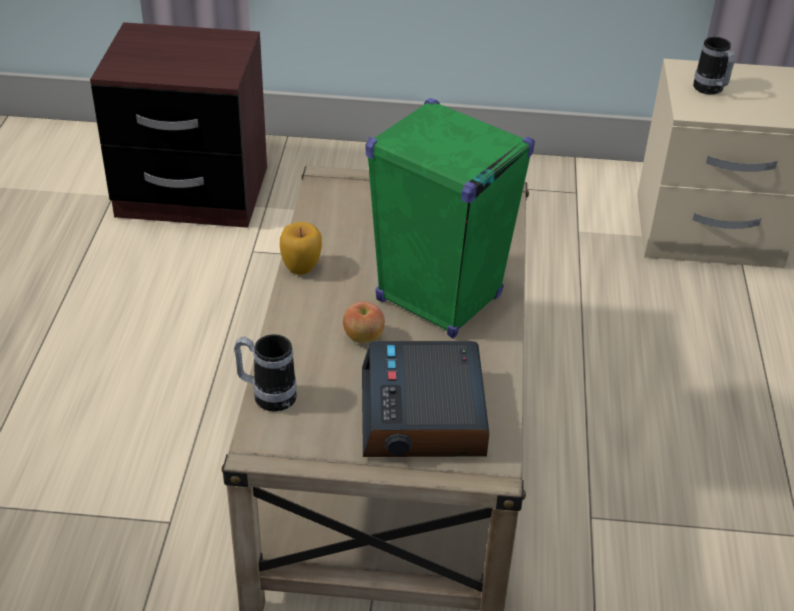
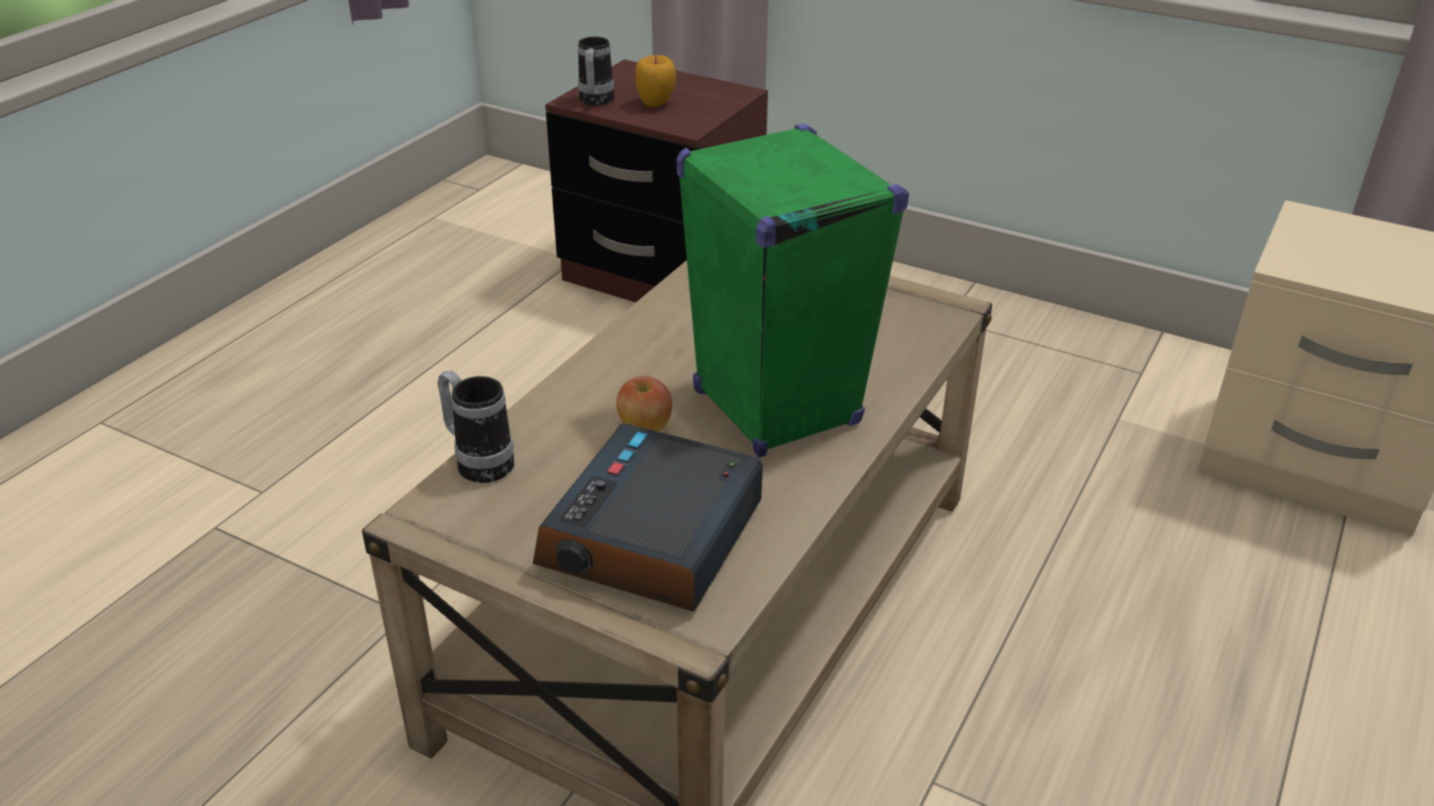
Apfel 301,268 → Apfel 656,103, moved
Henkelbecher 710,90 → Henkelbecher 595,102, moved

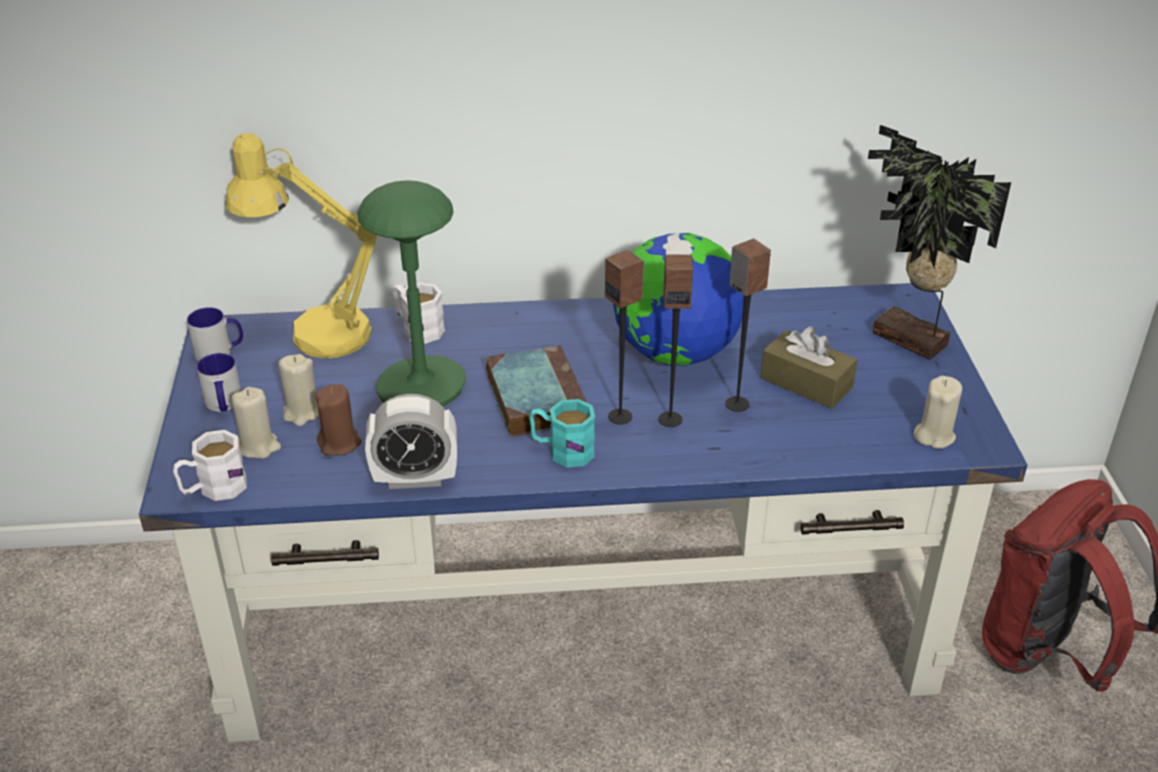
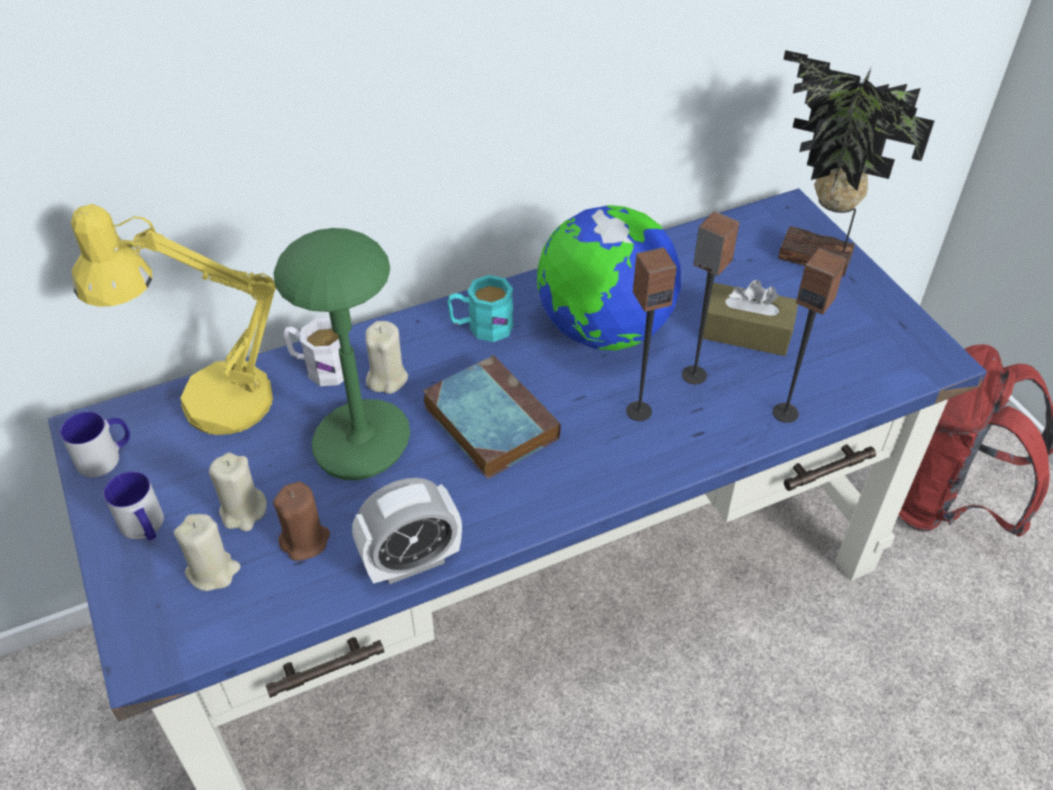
Henkelbecher/weiß 214,489 → -
Henkelbecher/türkis 562,451 → Henkelbecher/türkis 481,327, moved
Lautsprecher 620,416 → Lautsprecher 785,412, moved
Kerze/beige 934,435 → Kerze/beige 387,378, moved

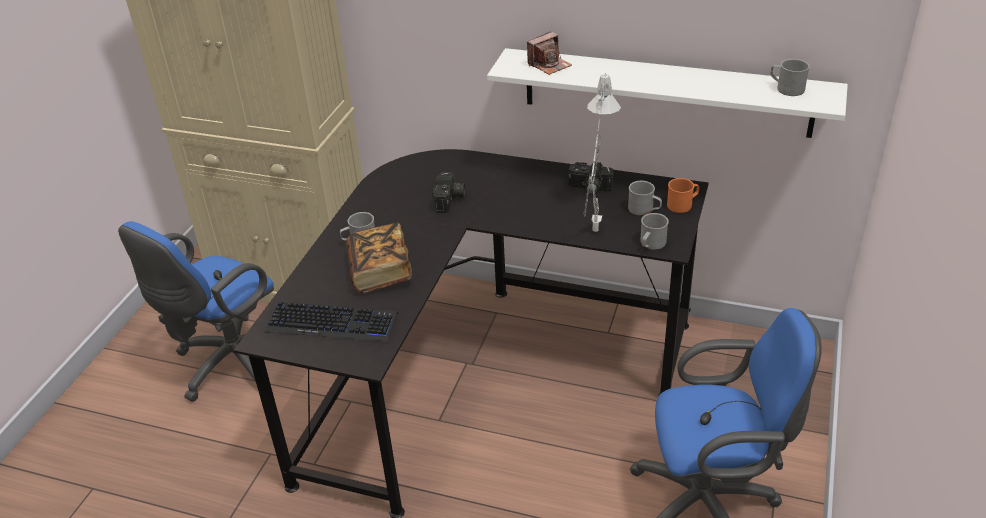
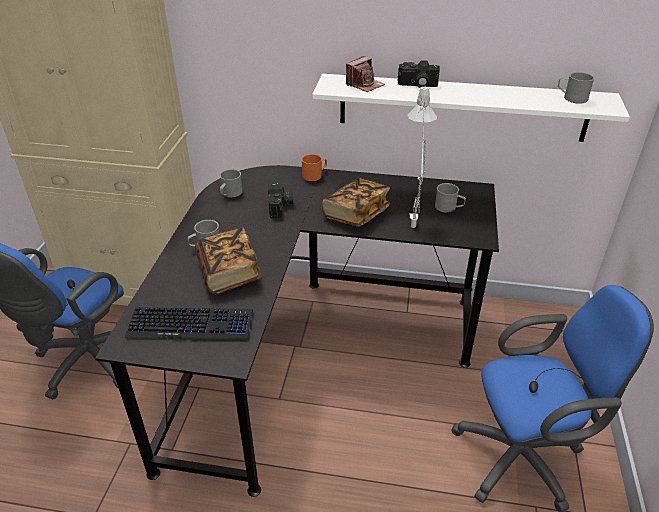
- → Buch 356,214
Kamera 589,188 → Kamera 417,85, moved
Henkelbecher/grau 651,244 → Henkelbecher/grau 230,194, moved
Henkelbecher/orange 683,204 → Henkelbecher/orange 314,175, moved

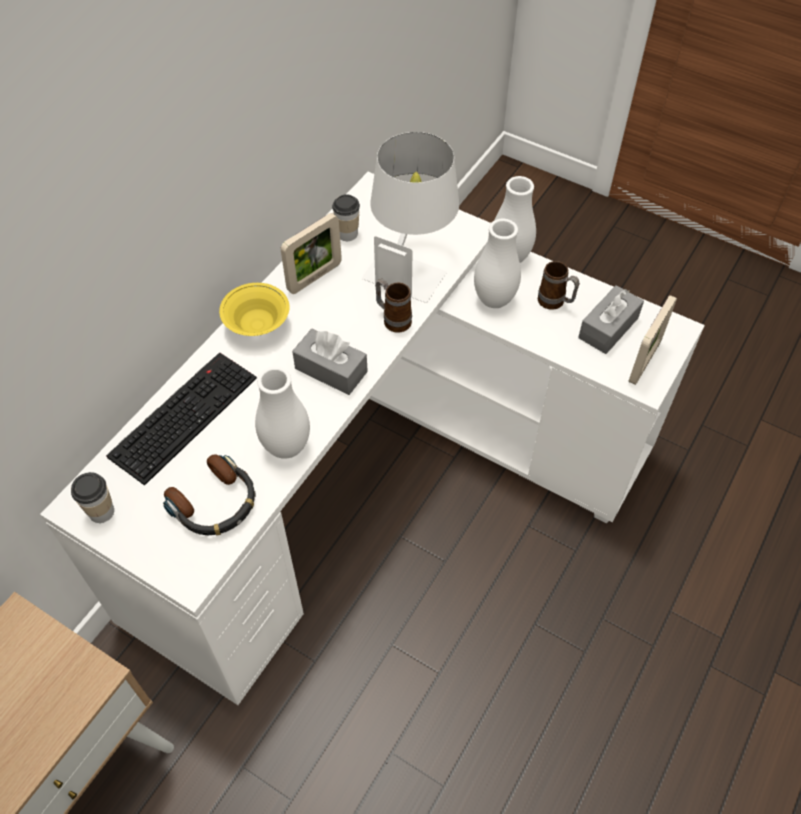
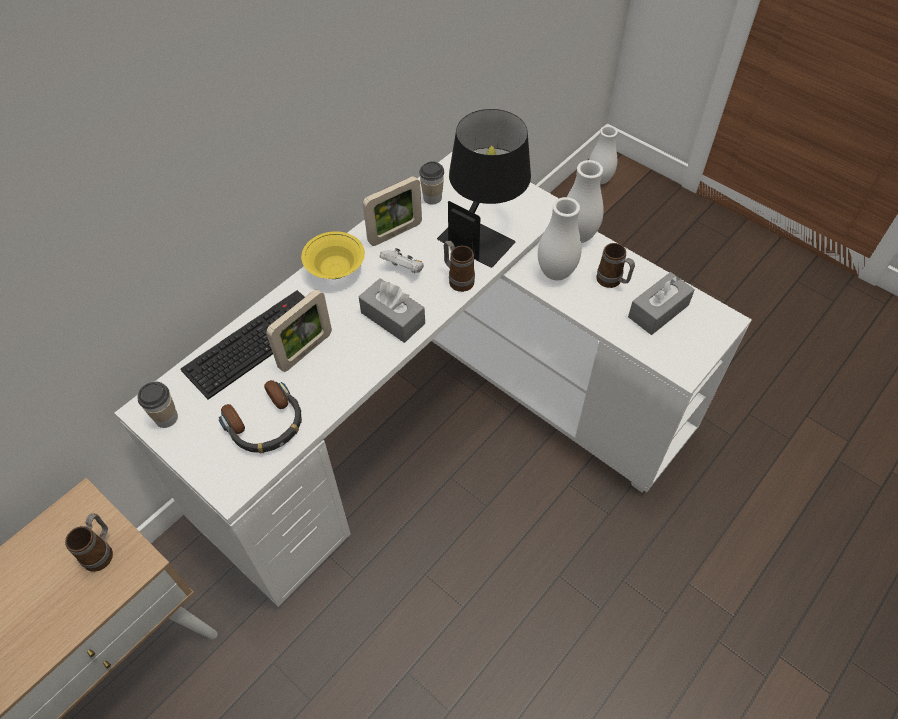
- → Henkelbecher 101,551
- → Gamepad/weiß 404,269
Vase/weiß 286,447 → Vase/weiß 599,180, moved
Bilderrahmen 644,362 → Bilderrahmen 306,351, moved
Tischlampe/weiß 411,264 → Tischlampe/schwarz 484,231

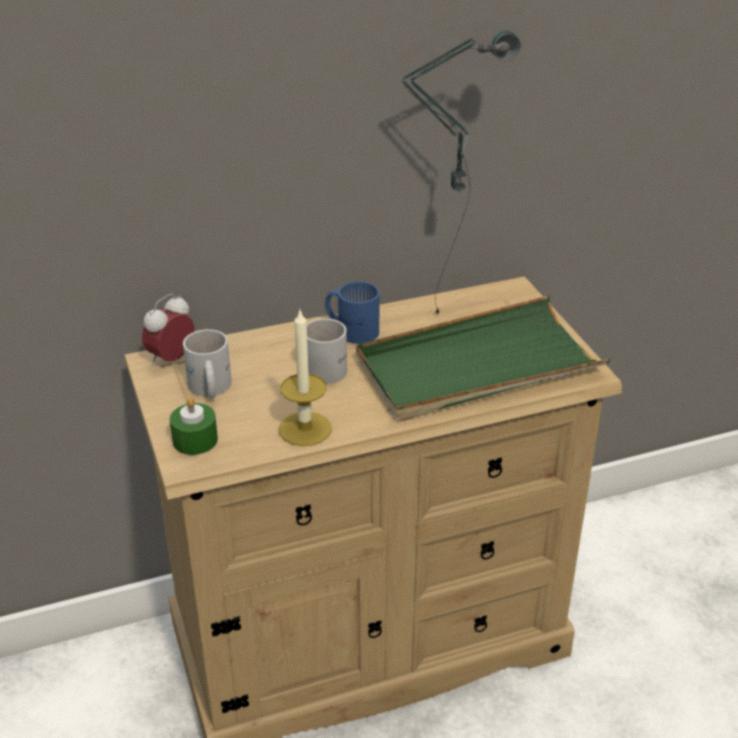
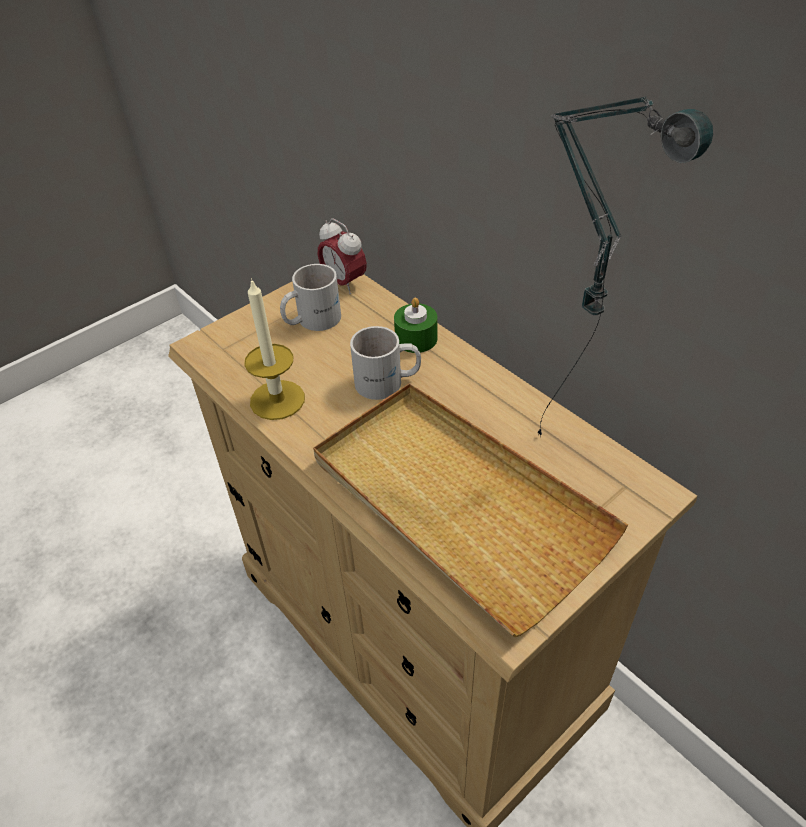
Henkelbecher/blau 352,329 → -
Kerze/grün 195,440 → Kerze/grün 416,338, moved
Tablett/grün 477,366 → Tablett/beige 456,502
Wecker 171,359 → Wecker 344,283, 150 degrees counterclockwise

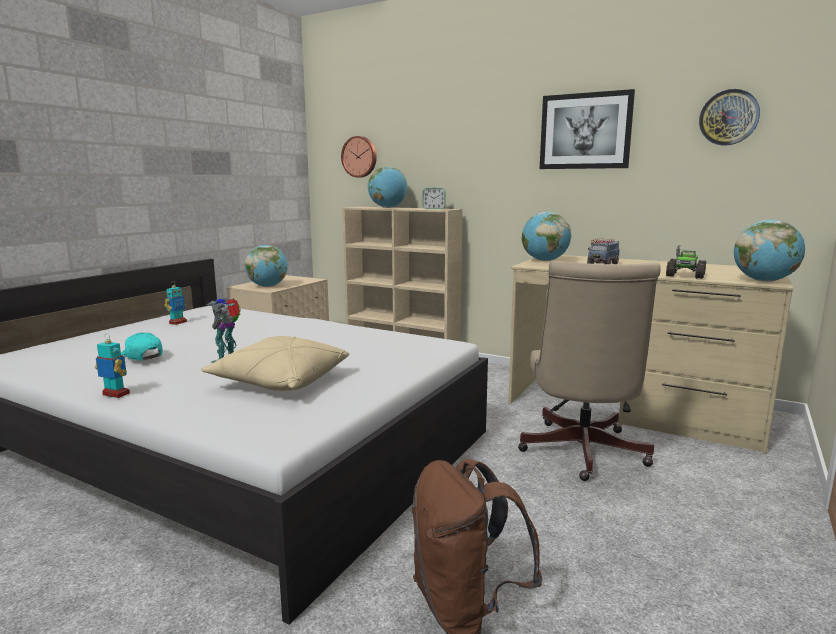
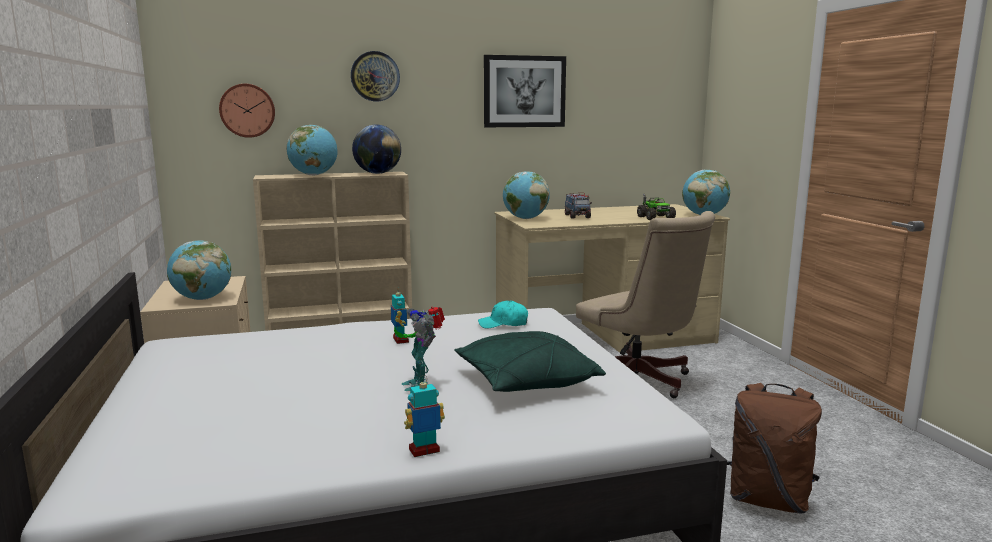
Kappe/türkis 142,356 → Kappe/türkis 503,324, moved
Spielzeugroboter 177,322 → Spielzeugroboter 400,340, moved
Wanduhr 728,117 → Wanduhr 375,76, moved
Wecker 434,209 → Globus 377,173
Kissen/beige 280,381 → Kissen/grün 525,382

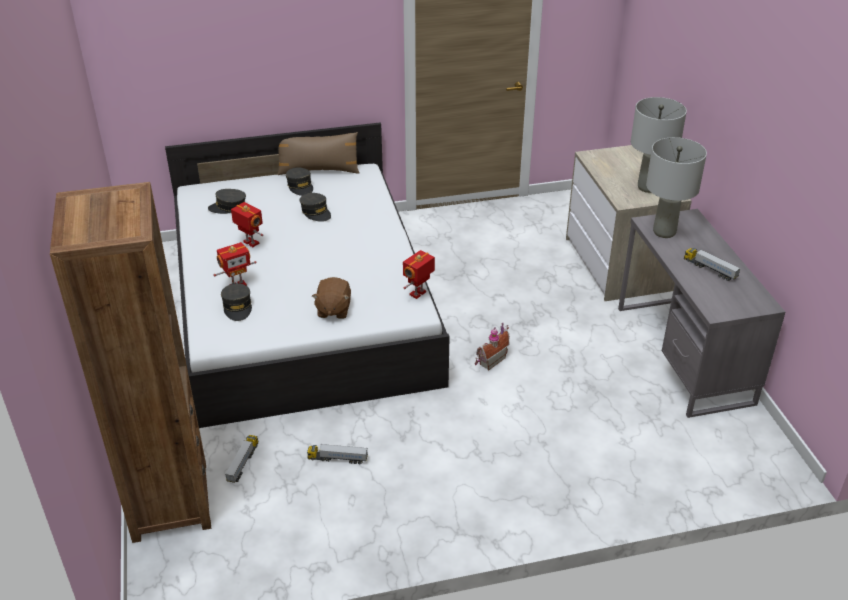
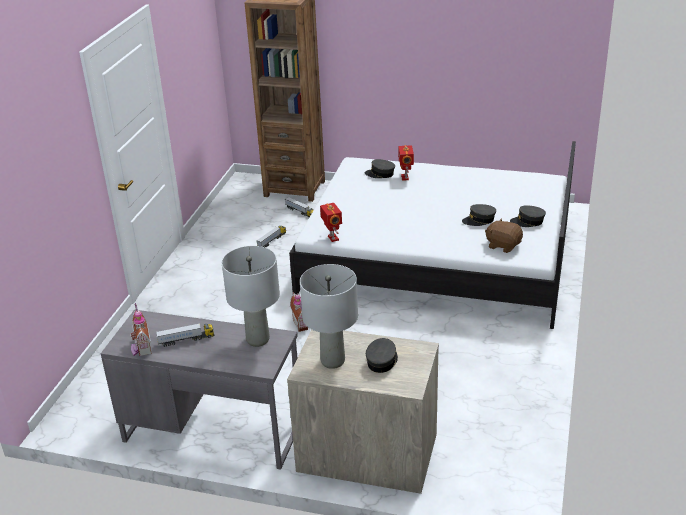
Spielzeugroboter 250,243 → -
Kissen/braun 318,170 → -
- → Spielzeughaus 141,348
Kappe/grau 228,207 → Kappe/grau 382,361, moved
Plüschtier/braun 333,310 → Plüschtier/braun 503,245, moved

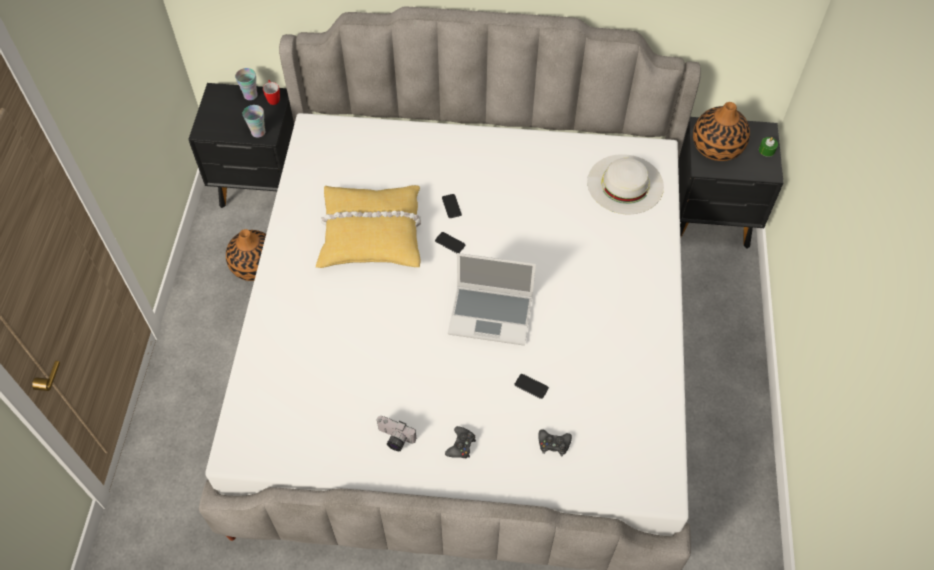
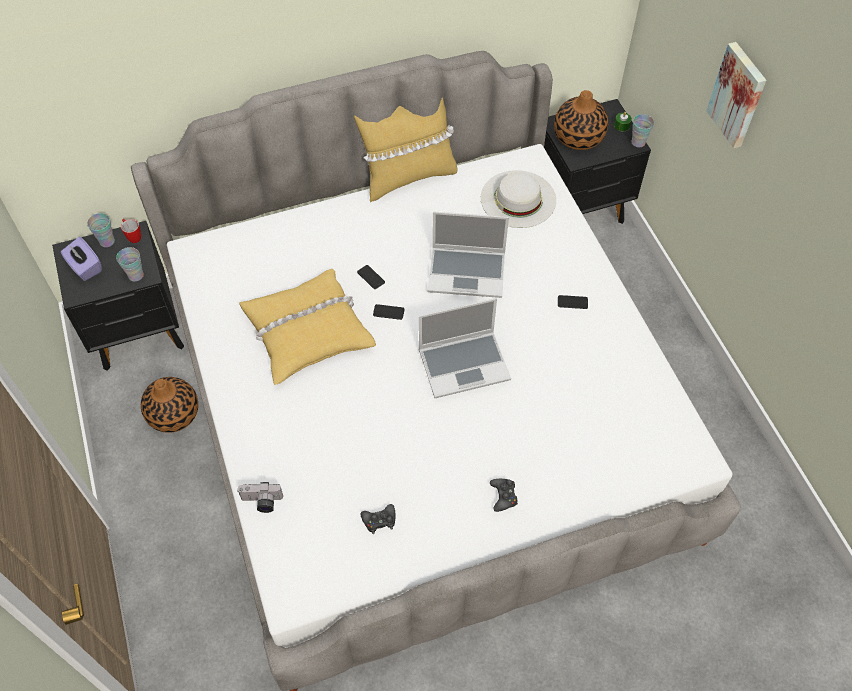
- → Taschentuchbox/lila 85,267
- → Kissen/gelb 408,177
- → Laptop 467,272
- → Tasse 638,142
- → Bild 738,95
Kamera 394,439 → Kamera 261,502, moved
Handy 531,386 → Handy 572,302, moved
Gamepad/schwarz 553,444 → Gamepad/schwarz 379,520, moved

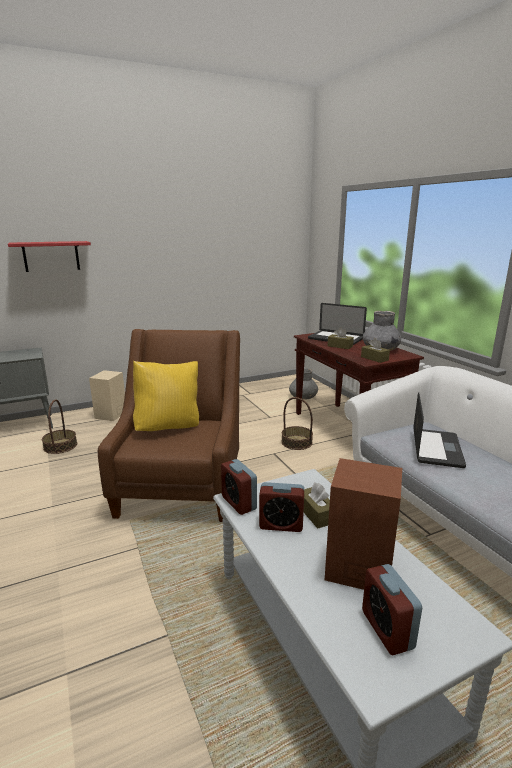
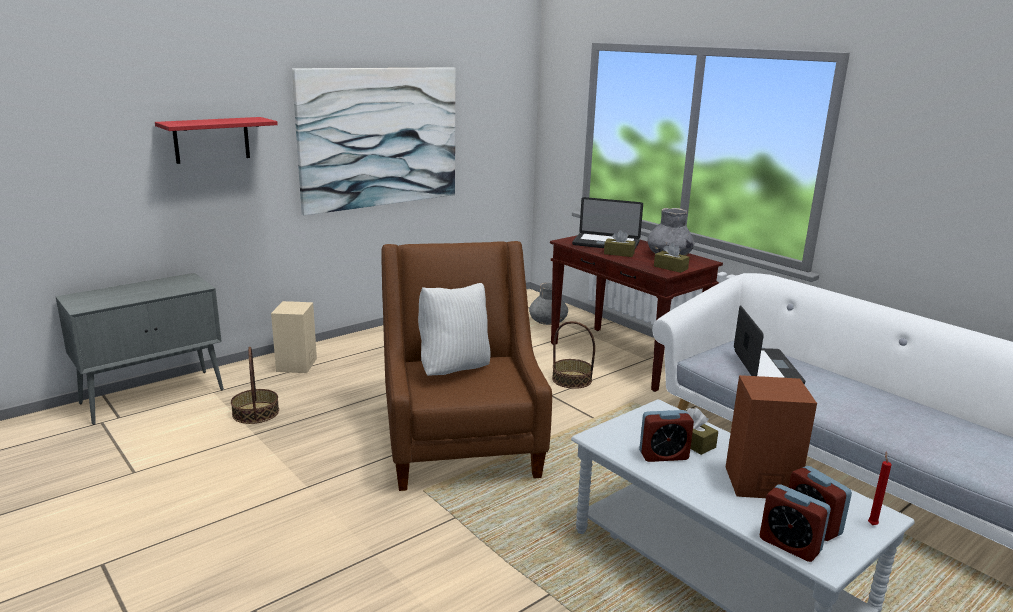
- → Bild 380,137
- → Kerze/rot 872,524
Wecker 239,503 → Wecker 789,545, moved
Kissen/gelb 169,427 → Kissen/weiß 454,369

